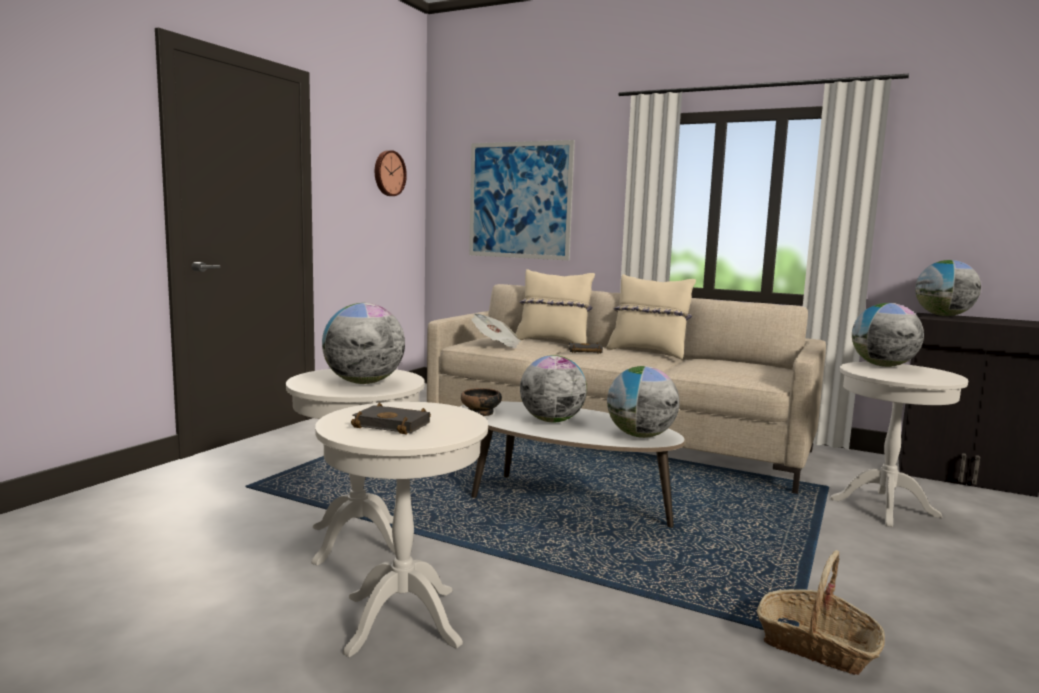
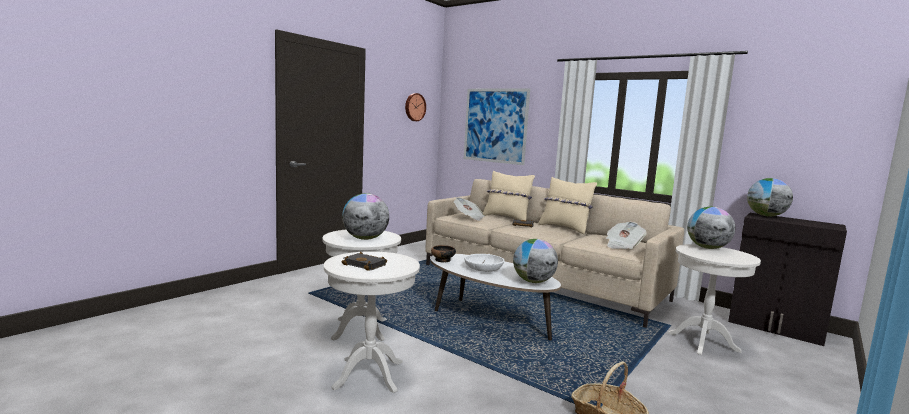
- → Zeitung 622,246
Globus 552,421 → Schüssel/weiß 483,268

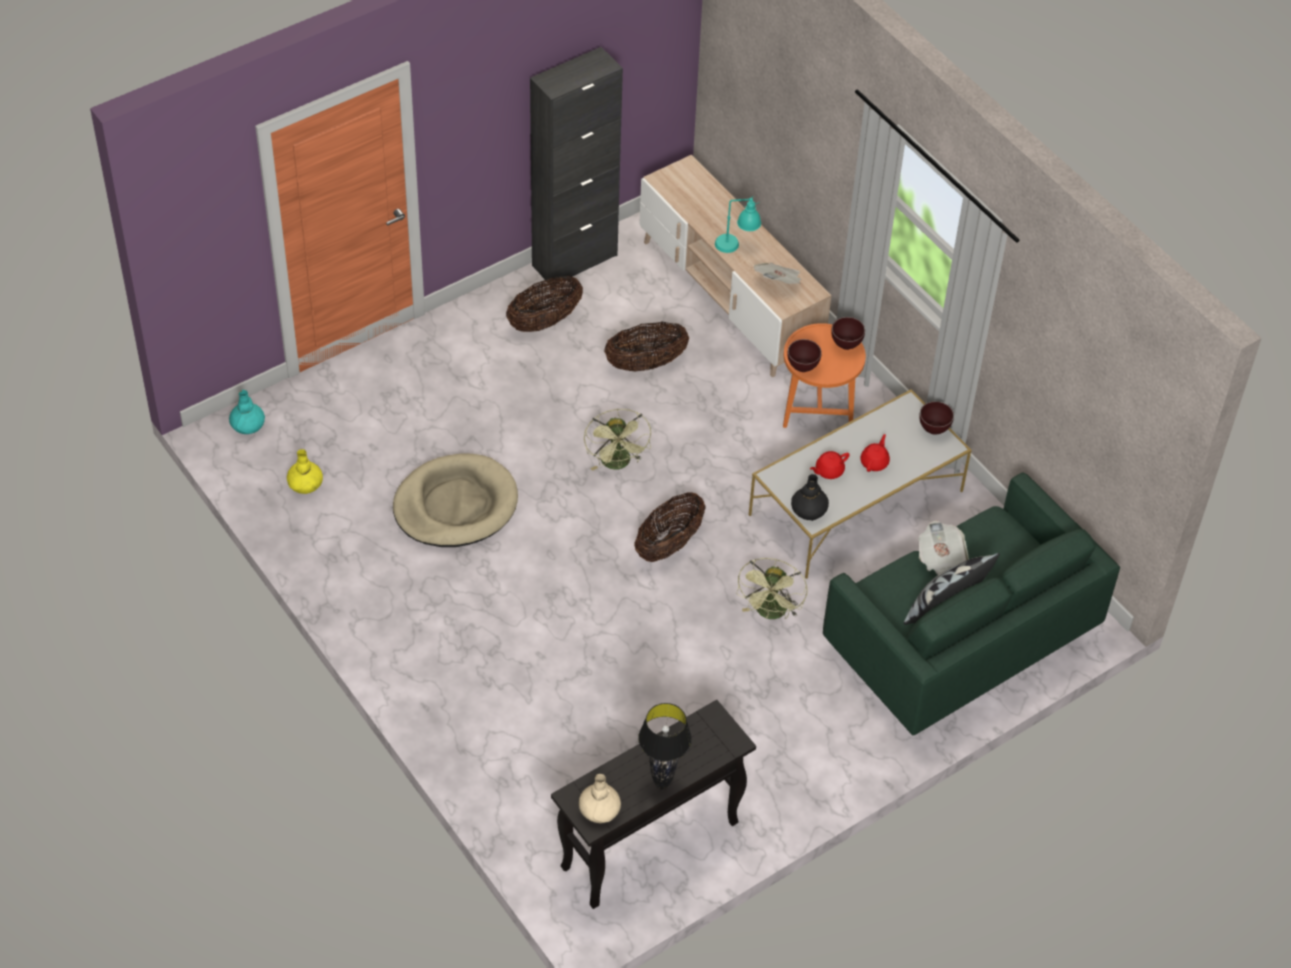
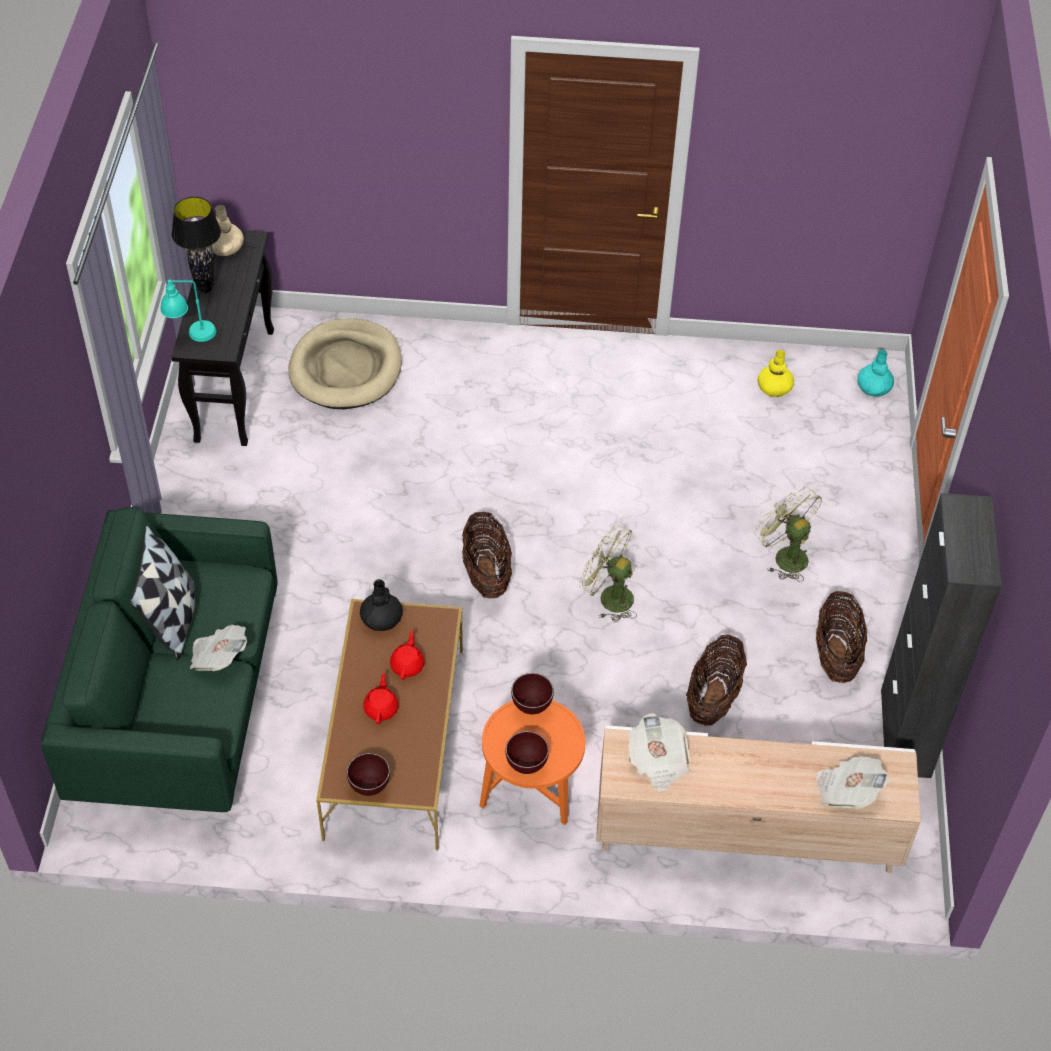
- → Zeitung 847,791
Hundebett/beige 455,505 → Hundebett/beige 346,368, moved
Tischlampe/türkis 737,246 → Tischlampe/türkis 191,336, moved
Ventilator/grün 771,613 → Ventilator/grün 785,555, moved
Couchtisch/weiß 855,503 → Couchtisch/braun 395,741
Teekanne/rot 874,462 → Teekanne/rot 381,708, 150 degrees counterclockwise

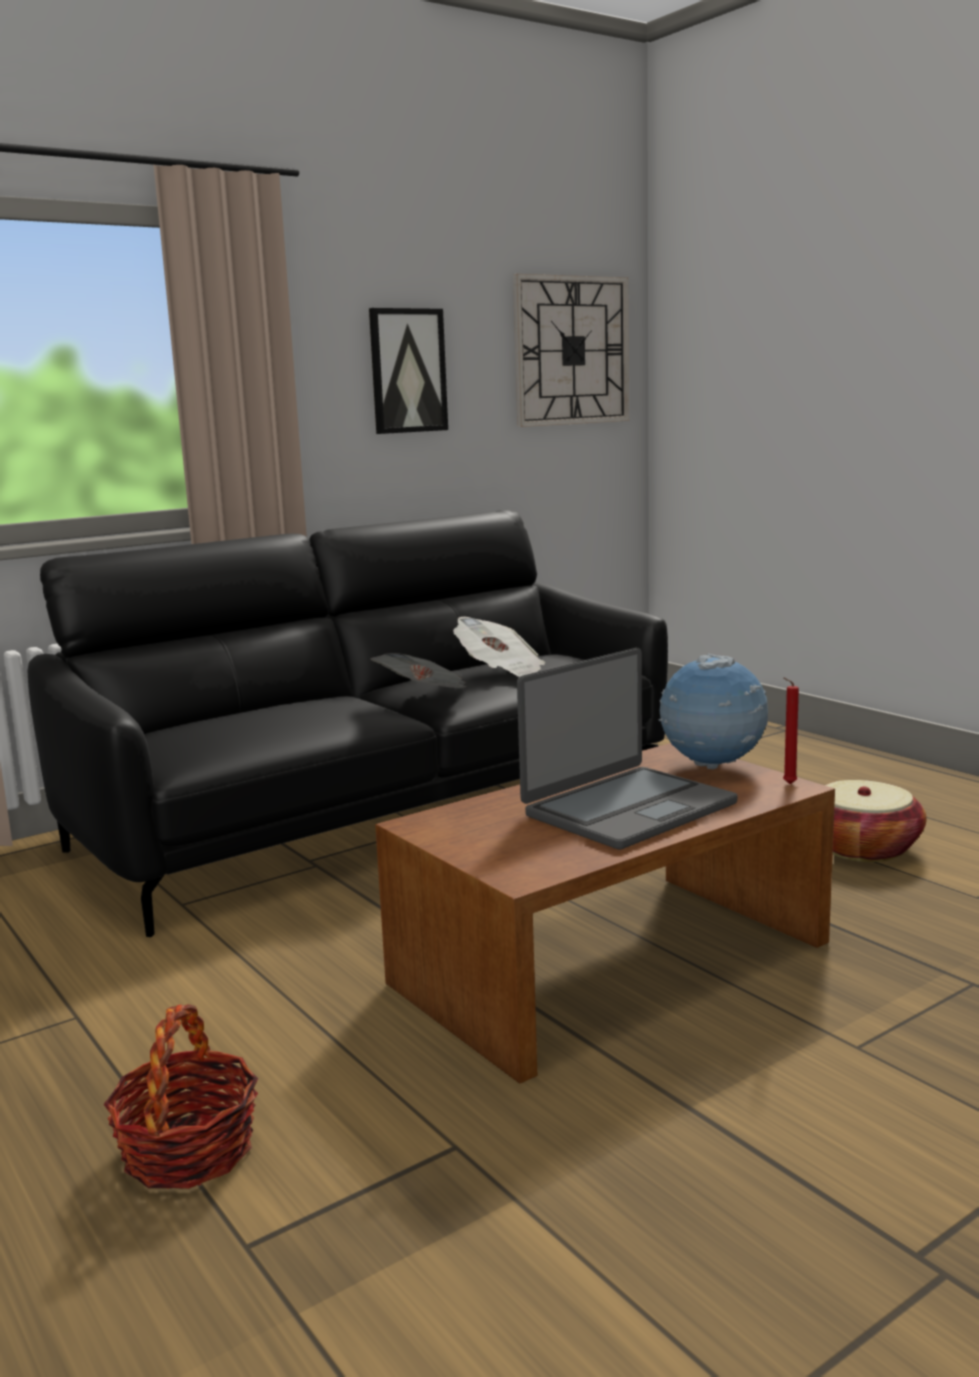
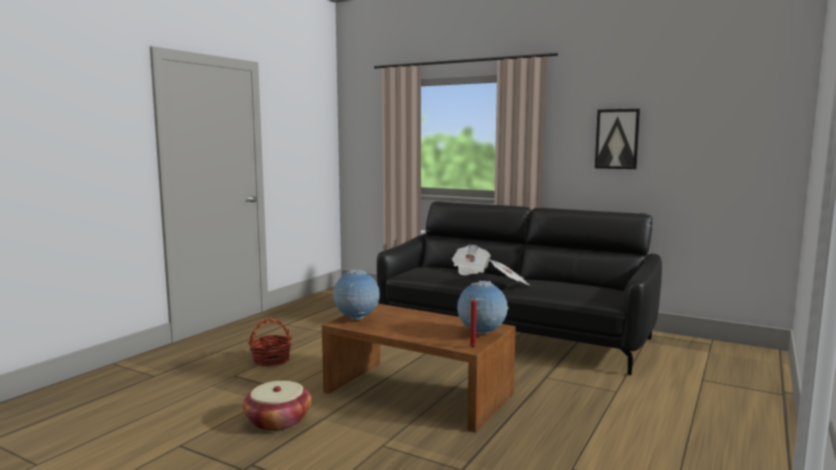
Wanduhr 571,351 → -
Laptop 627,809 → -
- → Globus 356,319
Zeitung 501,672 → Zeitung 470,271, moved
Korb 862,848 → Korb 278,421, moved

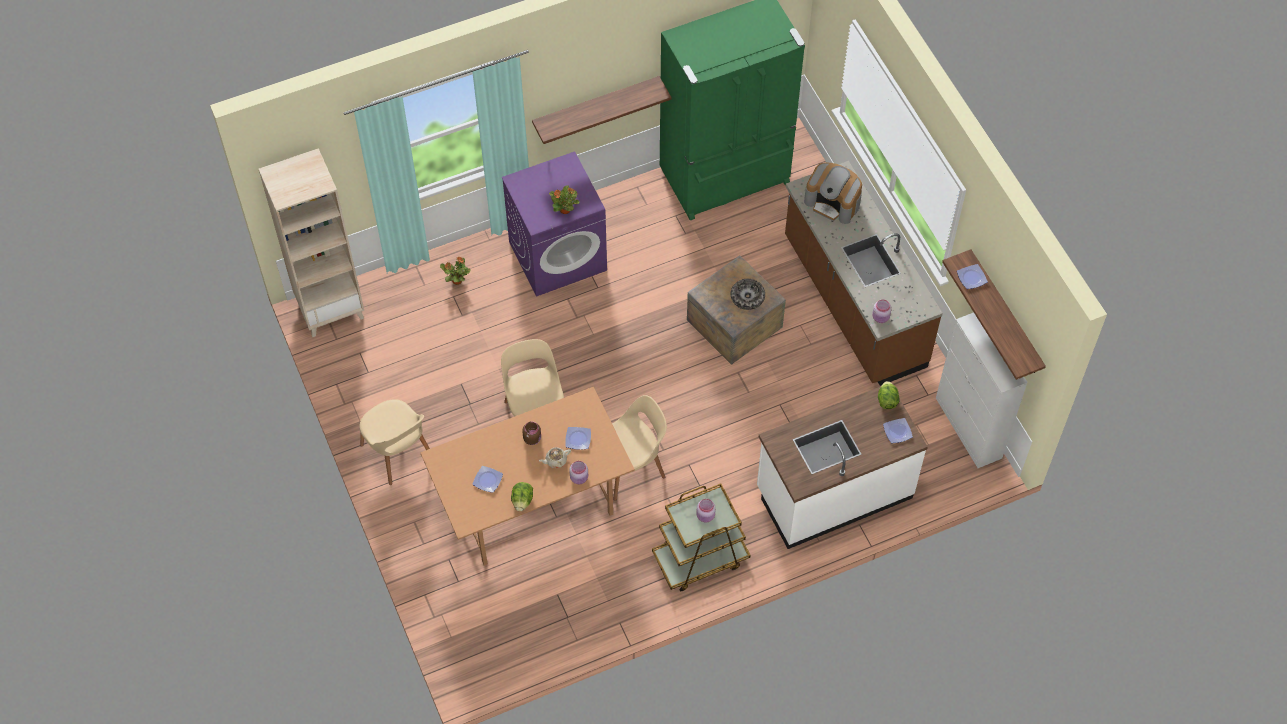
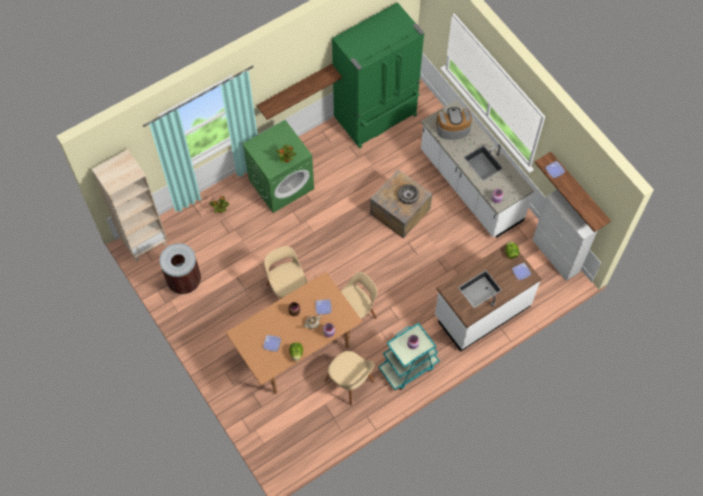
- → Mülleimer/braun 184,281
Stuhl/beige 398,453 → Stuhl/beige 350,382, moved
Waschmaschine/lila 558,255 → Waschmaschine/grün 281,184
Rollwagen/braun 700,558 → Rollwagen/türkis 408,366
Küchenzeile/braun 853,303 → Küchenzeile/weiß 470,186
Kaffeemaschine 833,202 → Kaffeemaschine 453,128, 150 degrees clockwise

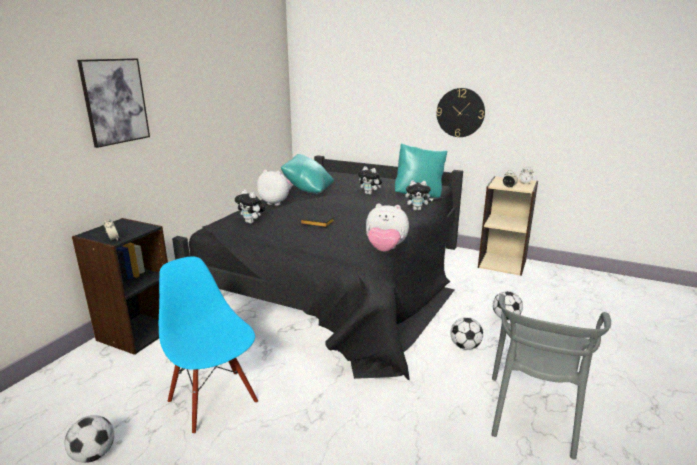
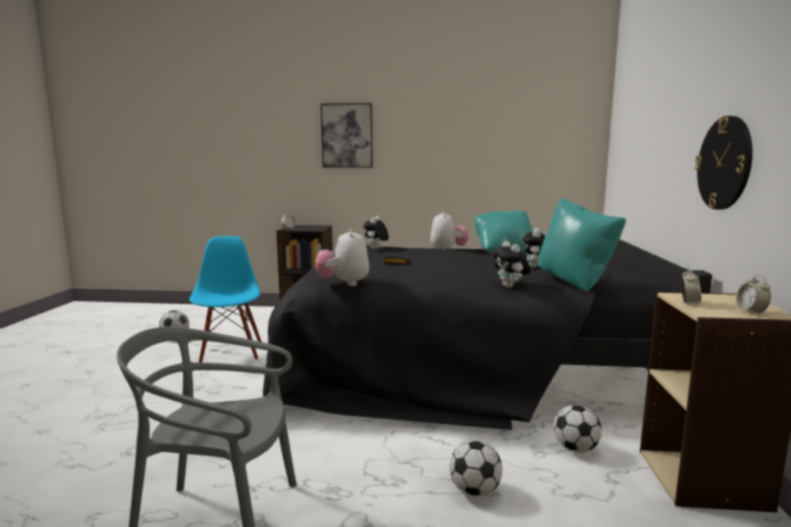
Fußball 465,346 → Fußball 575,449, moved
Stuhl/blau 214,400 → Stuhl/blau 230,353, 45 degrees counterclockwise

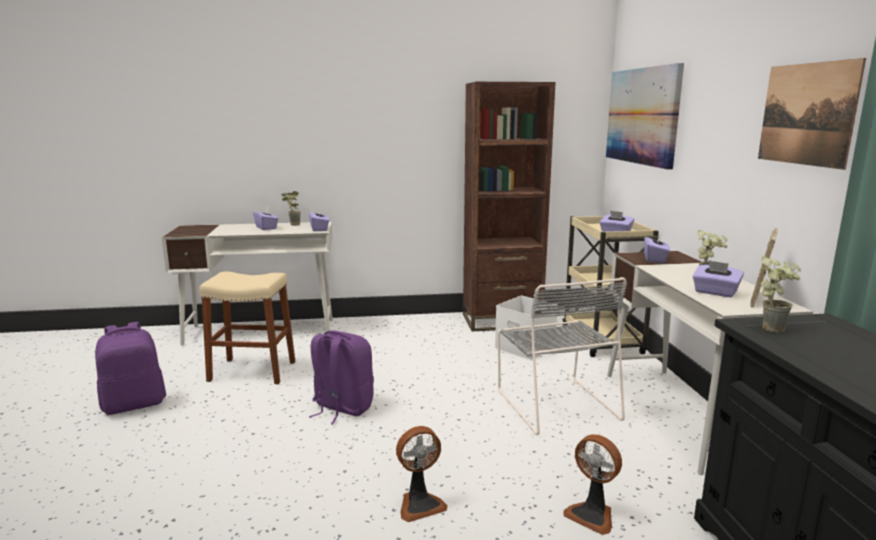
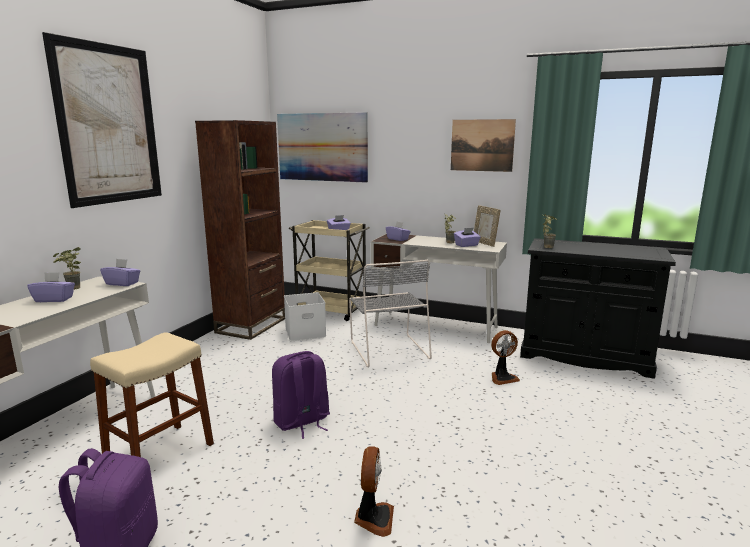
- → Bild 109,125
Ventilator 420,504 → Ventilator 373,518, moved
Stuhl/grau 555,403 → Stuhl/grau 388,349, 60 degrees clockwise

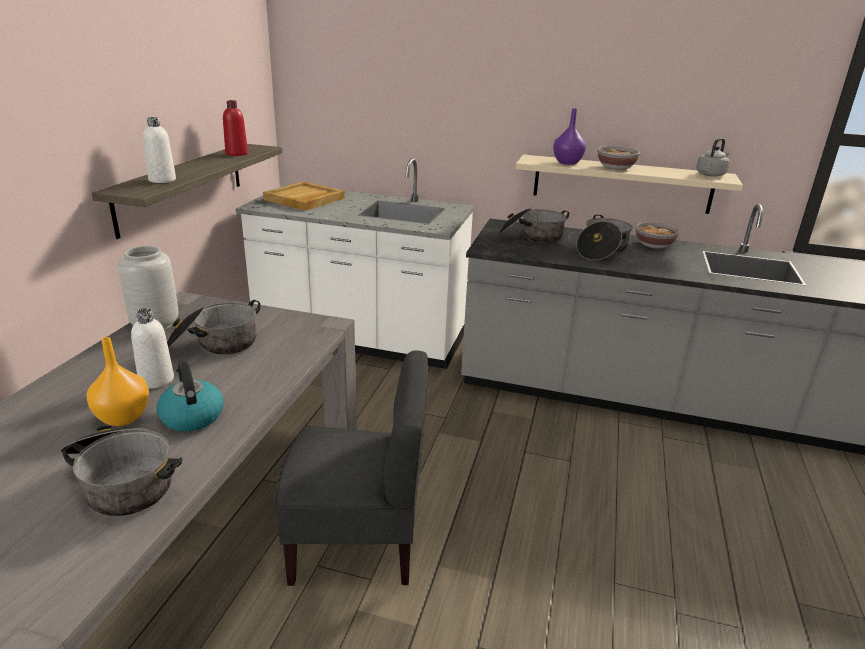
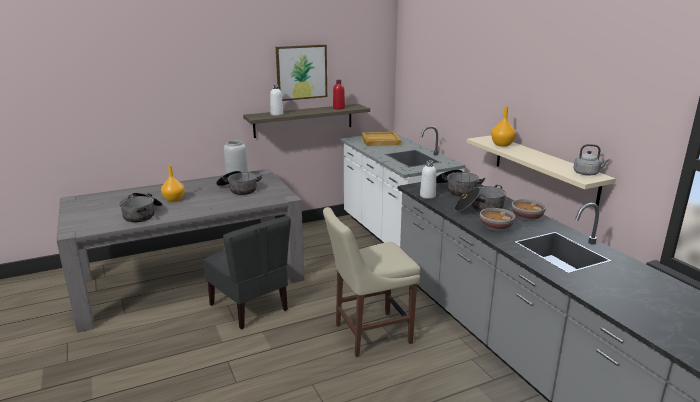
Wasserkessel 191,416 → -
- → Bild 301,72
- → Stuhl/beige 369,334
Flasche/weiß 156,380 → Flasche/weiß 427,196, moved
Schüssel 615,168 → Schüssel 495,227, moved
Vase/lila 568,163 → Vase/orange 502,145

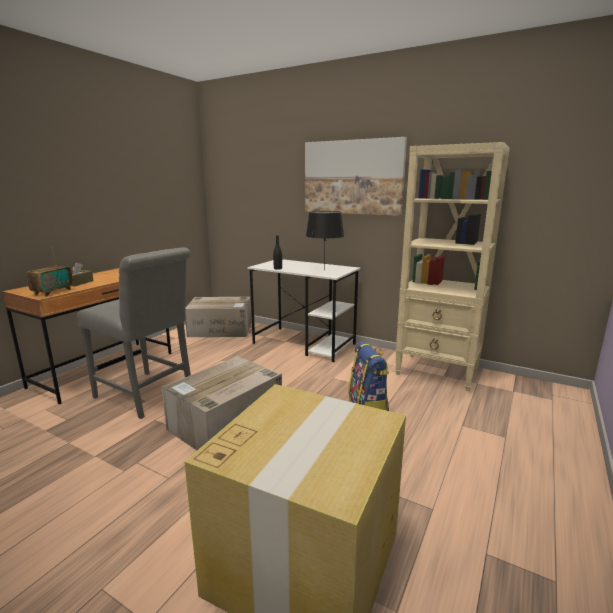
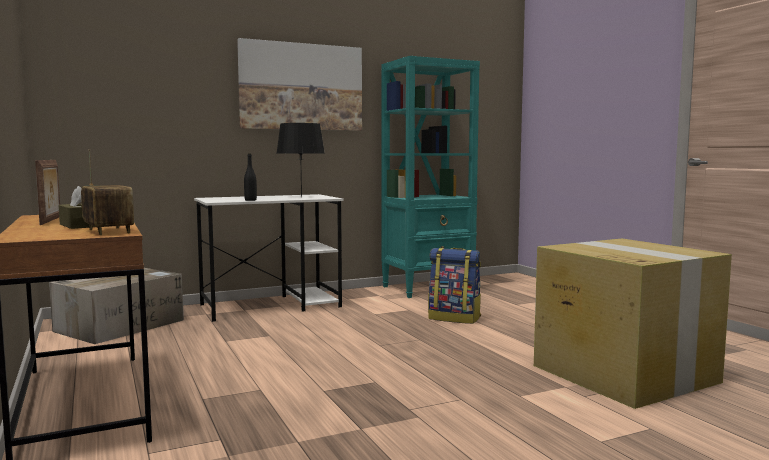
Stuhl/grau 147,395 → -
Karton 225,422 → -
- → Bilderrahmen 51,220
Bücherregal/beige 438,372 → Bücherregal/türkis 428,288

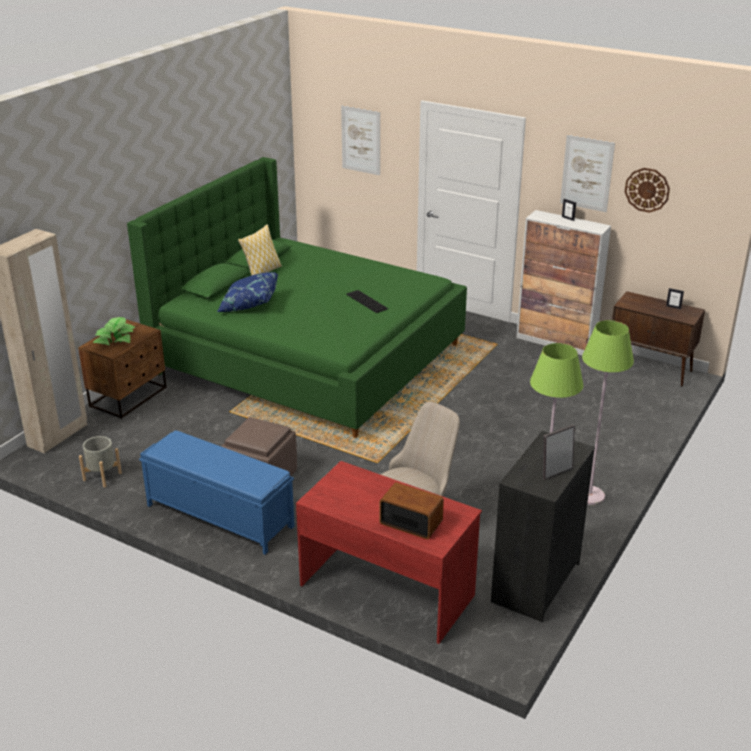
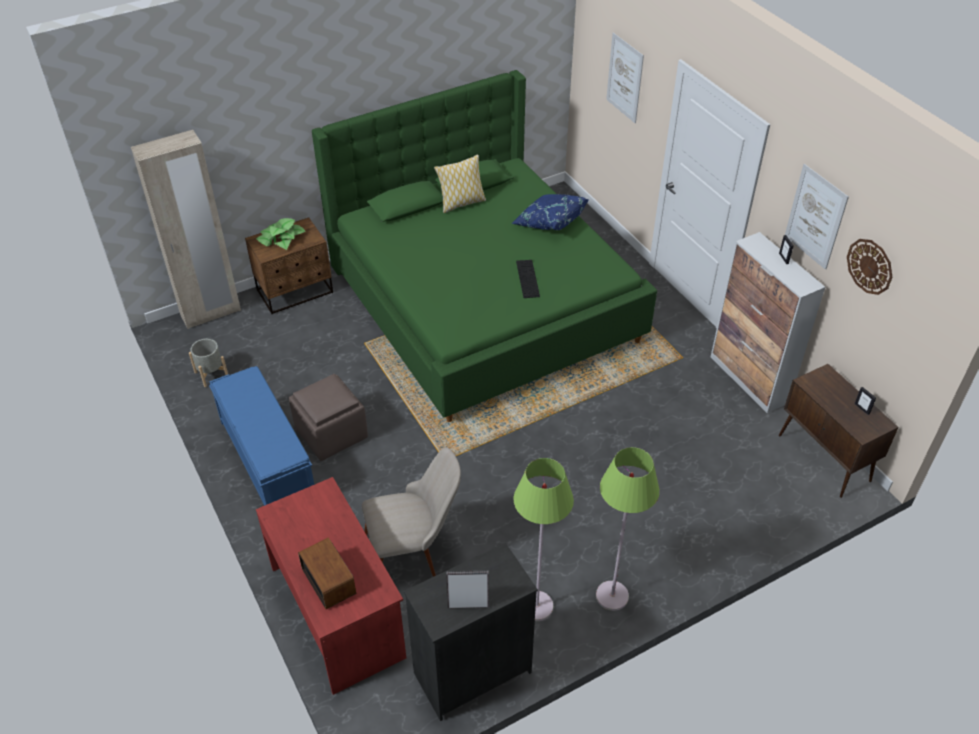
Kissen/blau 248,304 → Kissen/blau 549,222, moved

